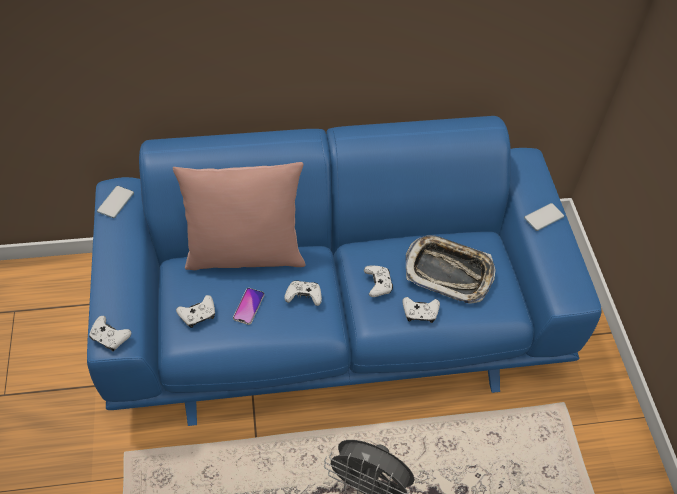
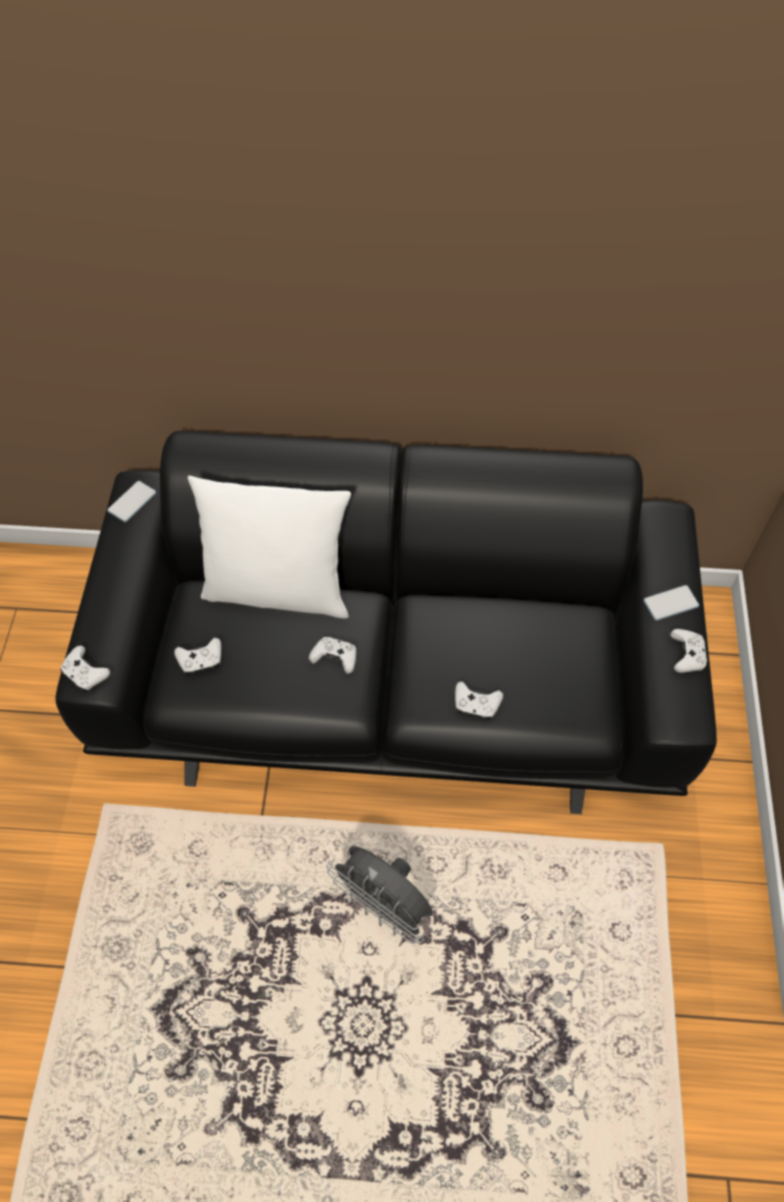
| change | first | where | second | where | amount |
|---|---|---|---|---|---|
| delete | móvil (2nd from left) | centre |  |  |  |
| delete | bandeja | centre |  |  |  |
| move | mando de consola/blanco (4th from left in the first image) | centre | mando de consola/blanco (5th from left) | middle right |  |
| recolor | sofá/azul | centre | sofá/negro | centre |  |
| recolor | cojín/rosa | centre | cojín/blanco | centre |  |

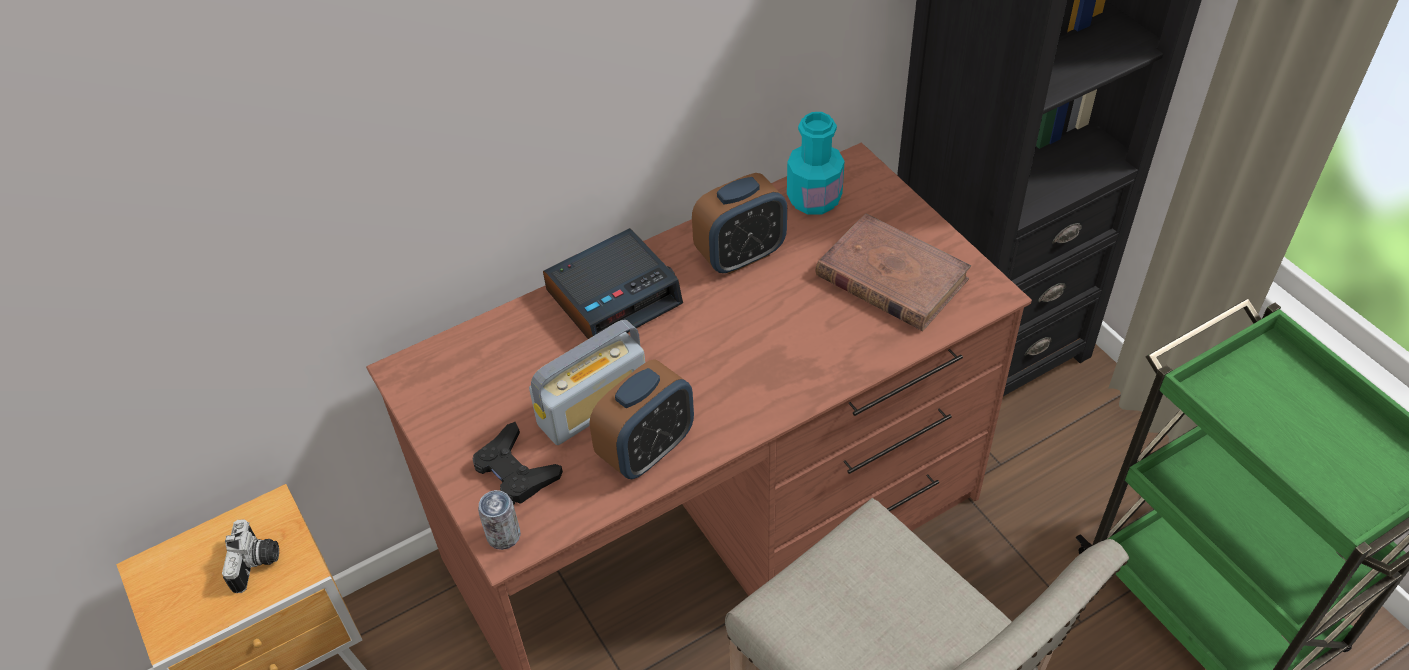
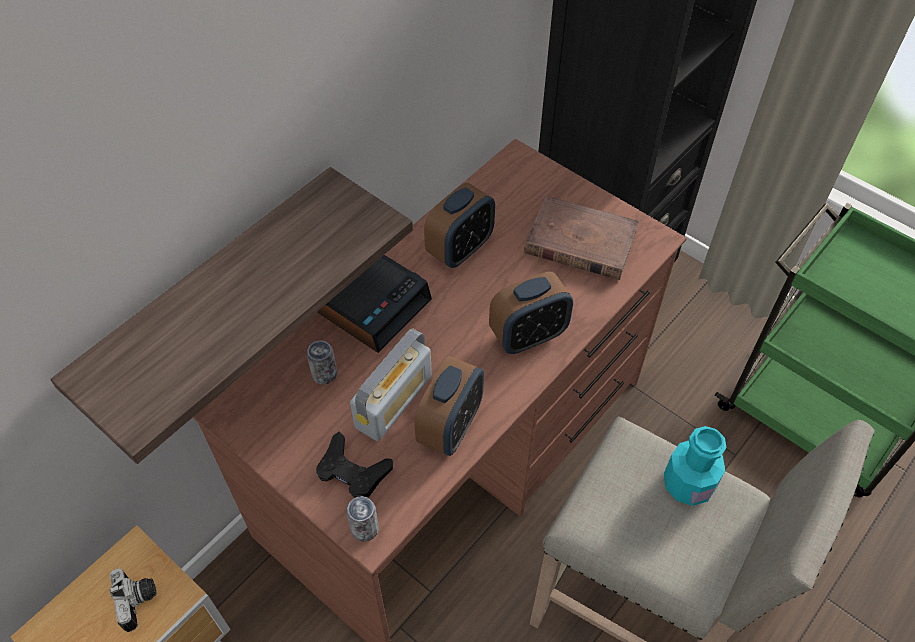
| change | first | where | second | where | amount |
|---|---|---|---|---|---|
| insert |  |  | estante | middle left |  |
| insert |  |  | lata (1st from left) | centre |  |
| insert |  |  | despertador (4th from left) | centre |  |
| move | botella/turquesa | top centre |  | bottom right |  |

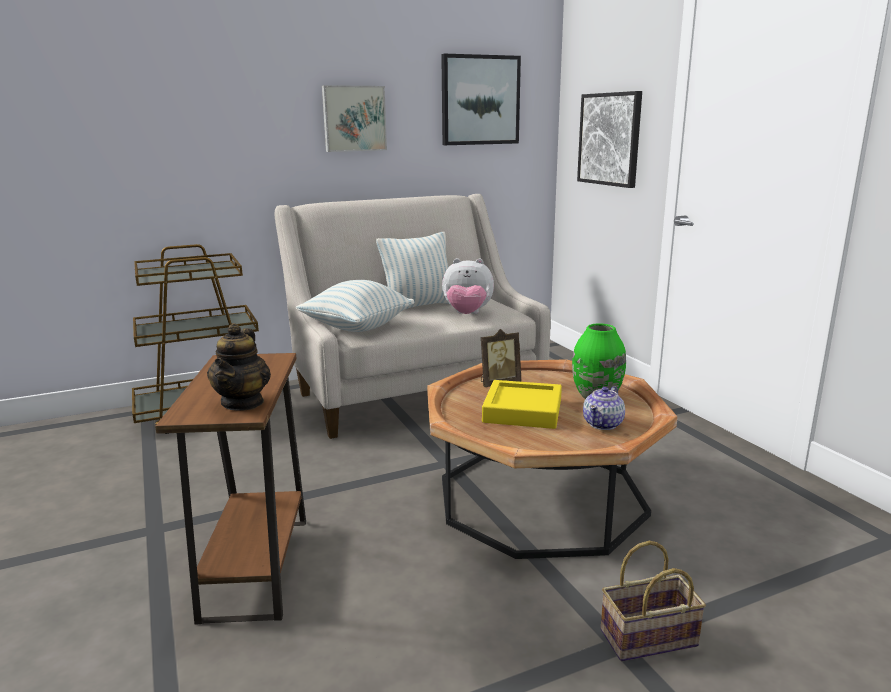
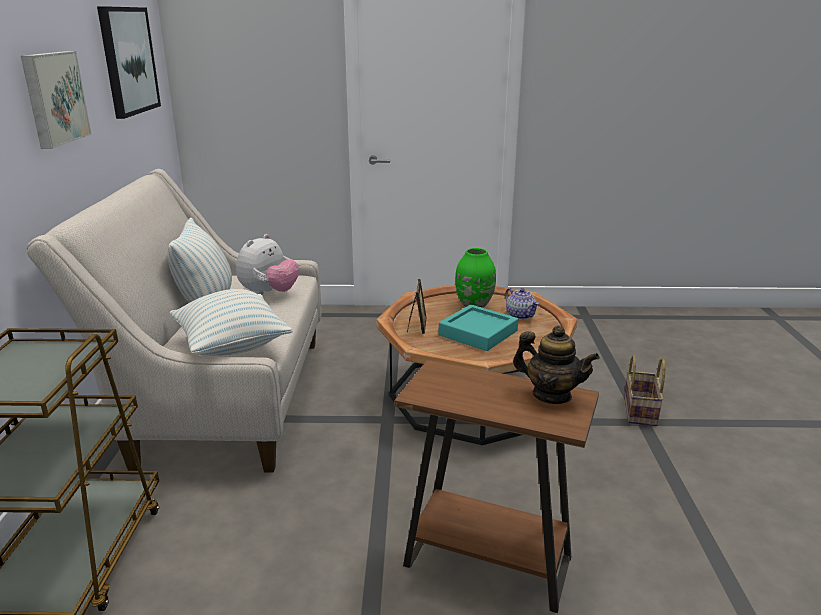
| change | first | where | second | where | amount |
|---|---|---|---|---|---|
| delete | cuadro (3rd from left) | top right |  |  |  |
| recolor | bandeja/amarillo | centre | bandeja/turquesa | centre |  |

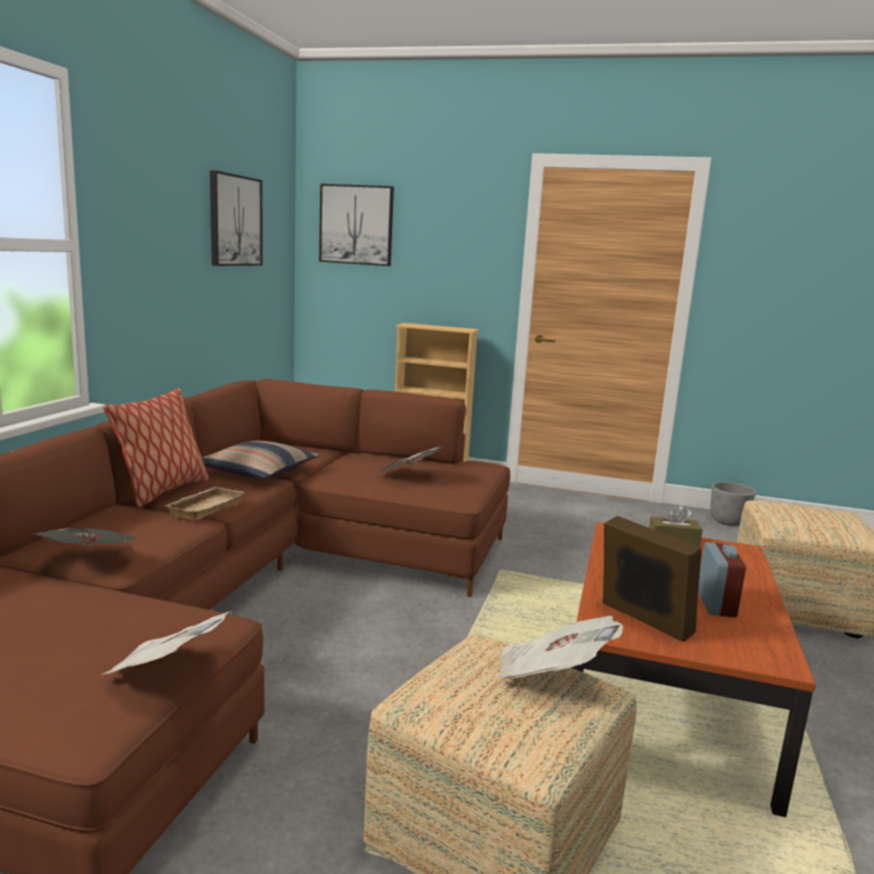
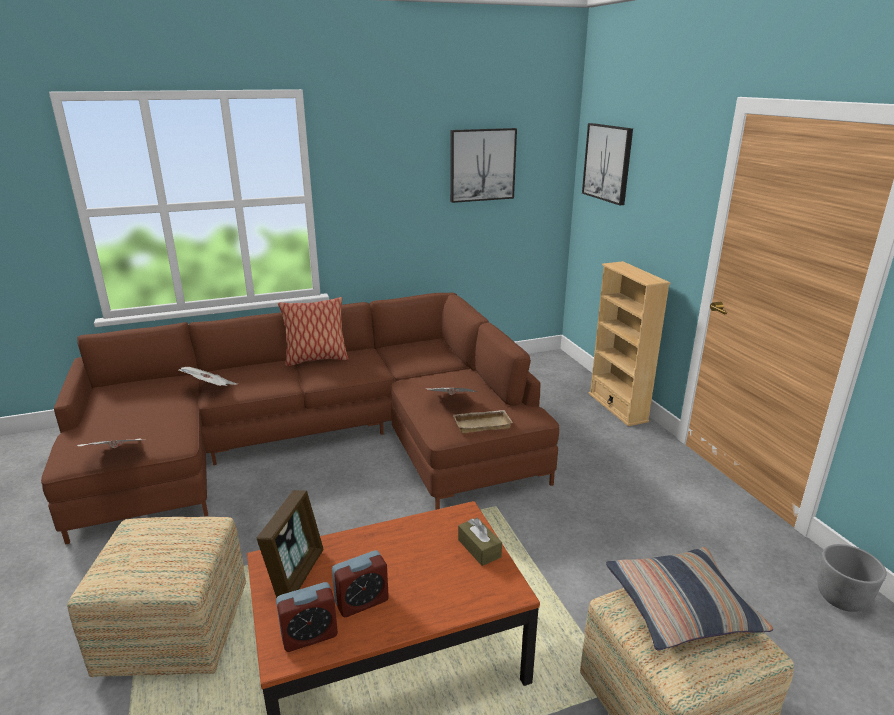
| change | first | where | second | where | amount |
|---|---|---|---|---|---|
| delete | periódico (4th from left) | bottom centre |  |  |  |
| insert |  |  | despertador (1st from left) | bottom centre |  |
| move | bandeja/beis | middle left |  | centre |  |
| move | cojín (2nd from left) | middle left |  | bottom right |  |

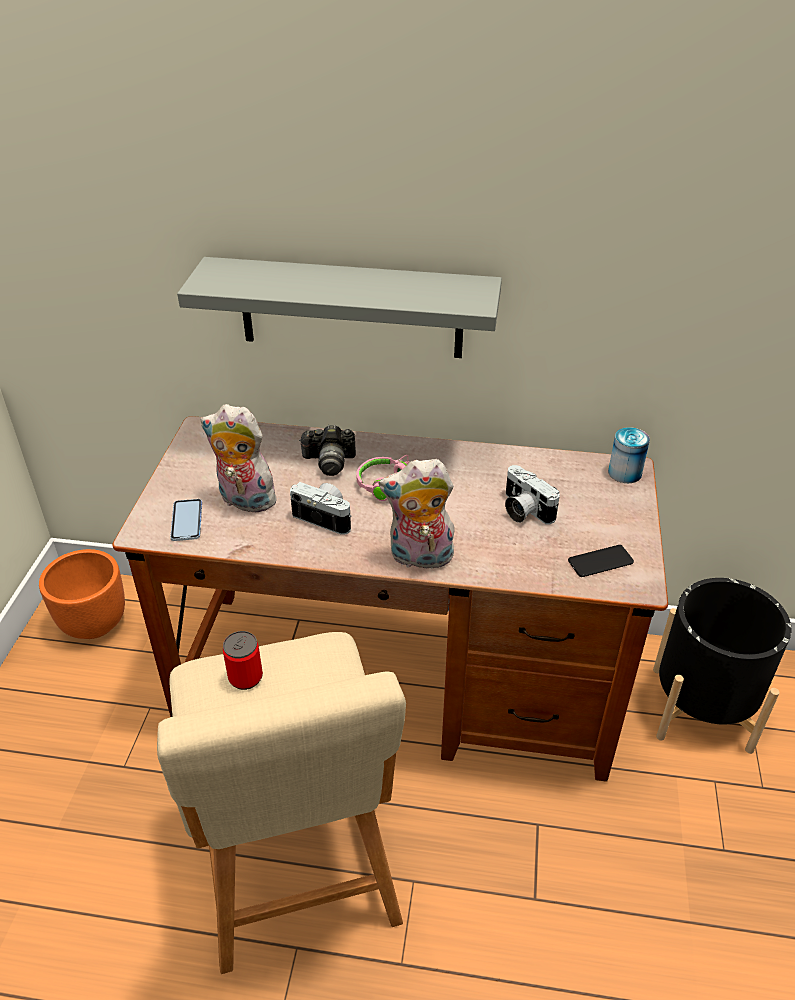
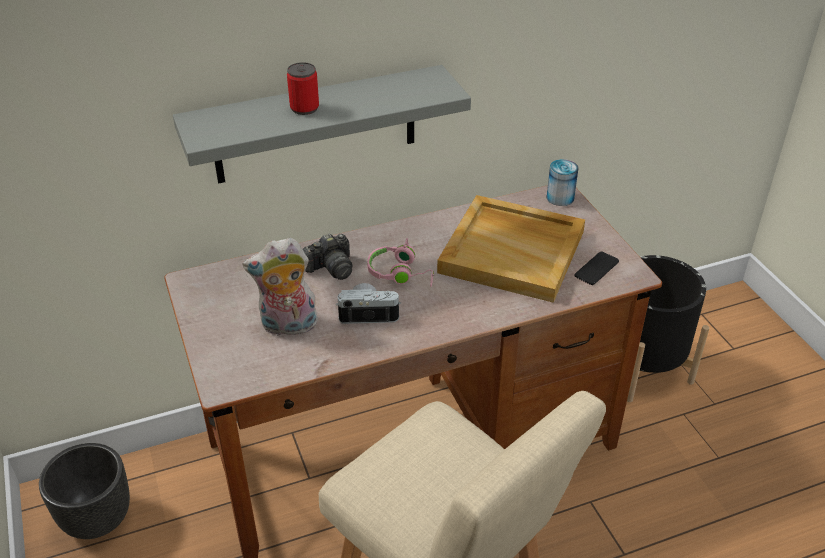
| change | first | where | second | where | amount |
|---|---|---|---|---|---|
| delete | móvil (1st from left) | middle left |  |  |  |
| delete | peluche (2nd from left) | centre |  |  |  |
| move | lata (1st from left) | middle left |  | top centre |  |
| replace | cámara (3rd from left) | middle right | bandeja/beis | centre |  |
| recolor | maceta/naranja | middle left | maceta/negro (1st from left) | bottom left |  |

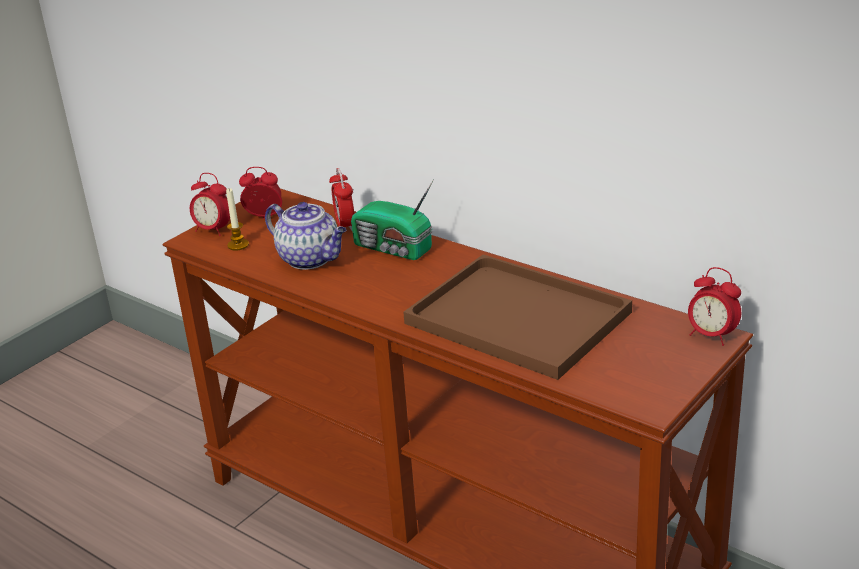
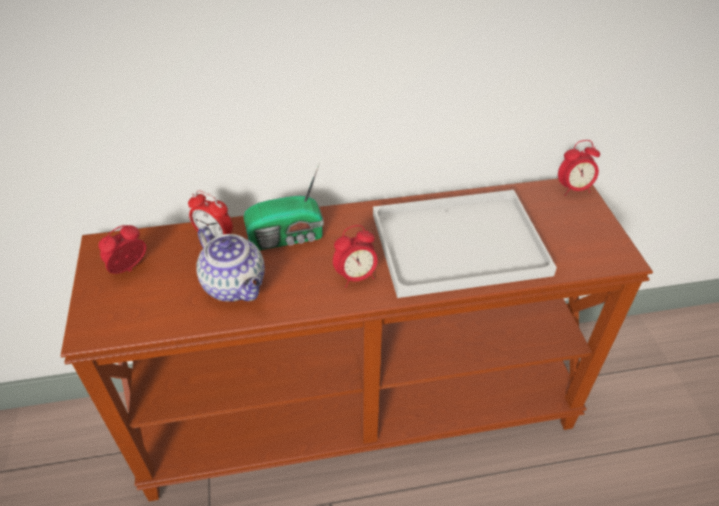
| change | first | where | second | where | amount |
|---|---|---|---|---|---|
| delete | vela | middle left |  |  |  |
| move | despertador (1st from left in the first image) | middle left | despertador (3rd from left) | centre |  |
| recolor | bandeja/marrón | centre | bandeja/blanco | centre |  |
| rotate | tetera | centre |  | middle left | 60 degrees clockwise |

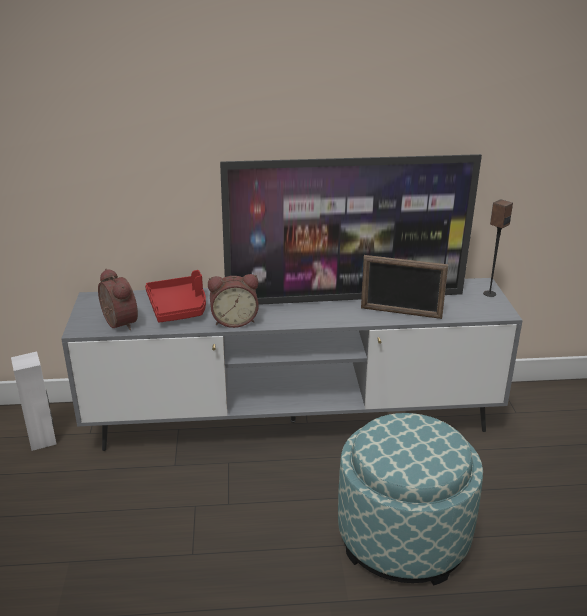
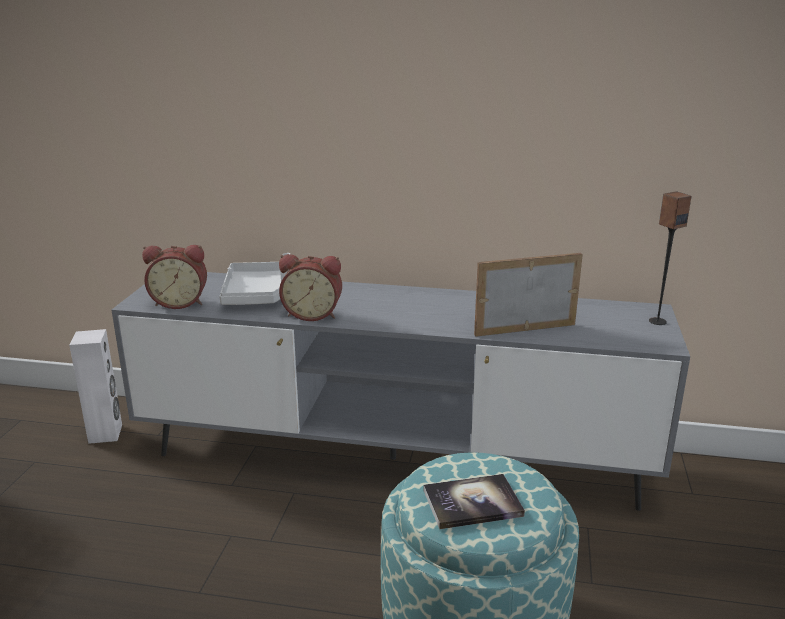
| change | first | where | second | where | amount |
|---|---|---|---|---|---|
| delete | televisor | centre |  |  |  |
| insert |  |  | libro | bottom centre |  |
| recolor | bandeja/rojo | middle left | bandeja/gris | middle left |  |
| rotate | despertador (1st from left) | middle left |  | middle left | 105 degrees clockwise |
| rotate | portarretratos | middle right |  | middle right | 135 degrees clockwise |

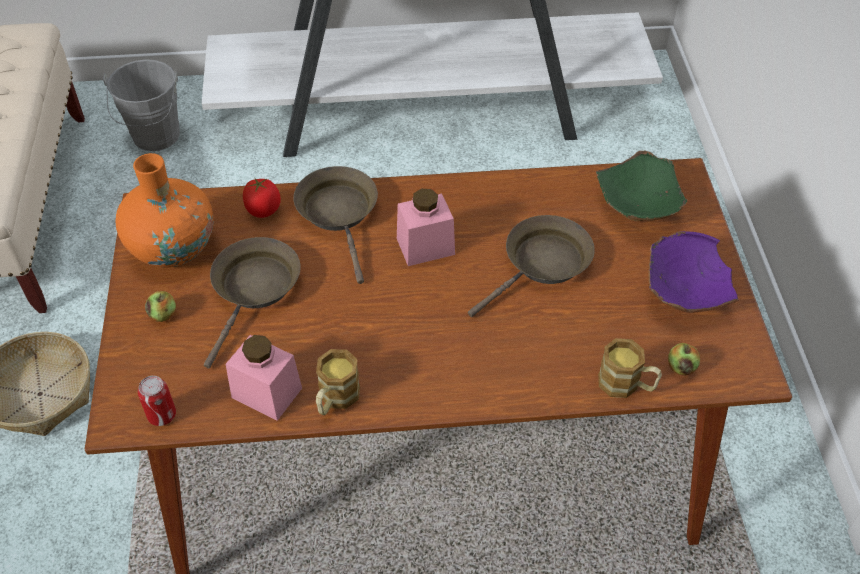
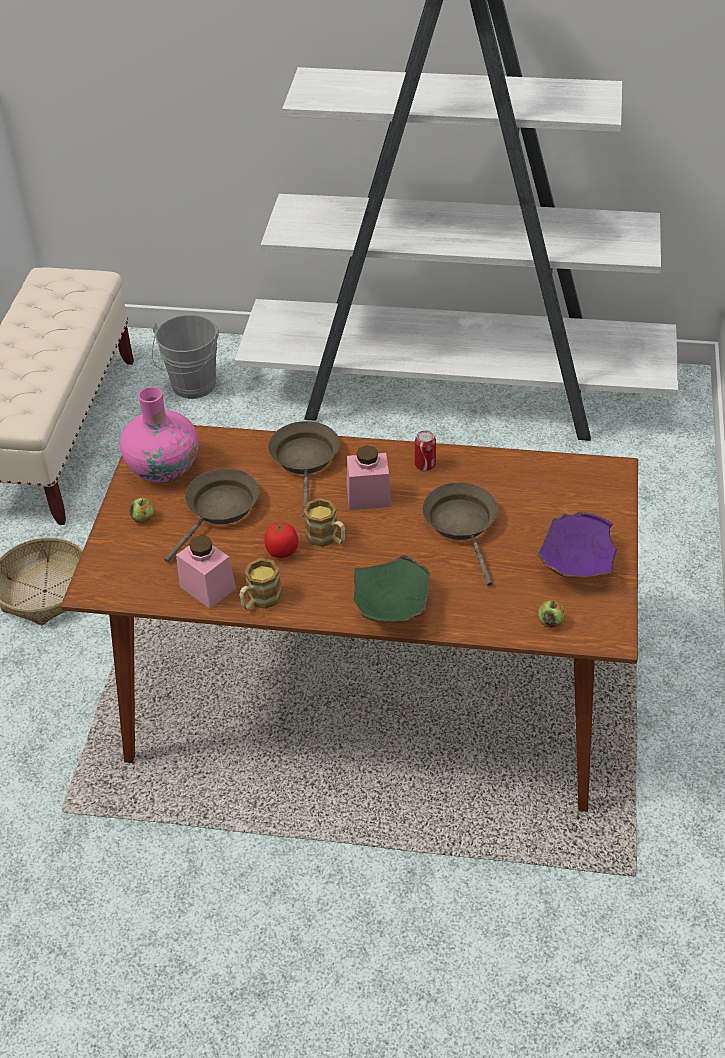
| change | first | where | second | where | amount |
|---|---|---|---|---|---|
| move | lata | bottom left |  | centre |  |
| move | tomate | middle left |  | centre |  |
| move | cuenco/verde | top right |  | centre |  |
| move | taza grande (2nd from left) | middle right |  | centre |  |
| recolor | florero/naranja | middle left | florero/rosa | middle left |  |
| rotate | sartén/marrón (3rd from left) | centre |  | centre | 75 degrees counterclockwise |

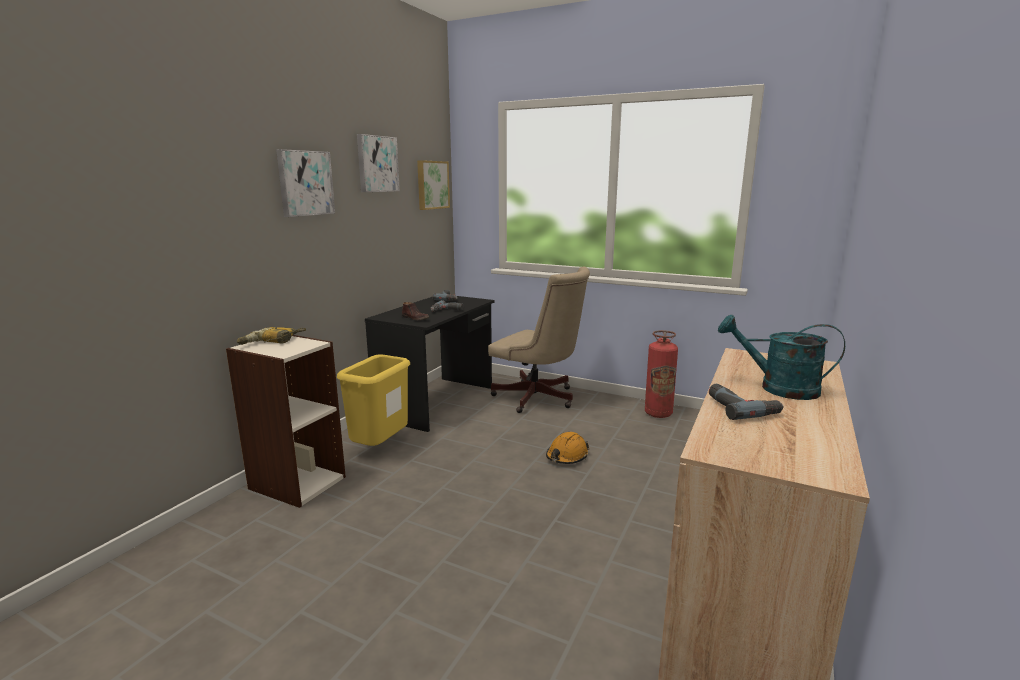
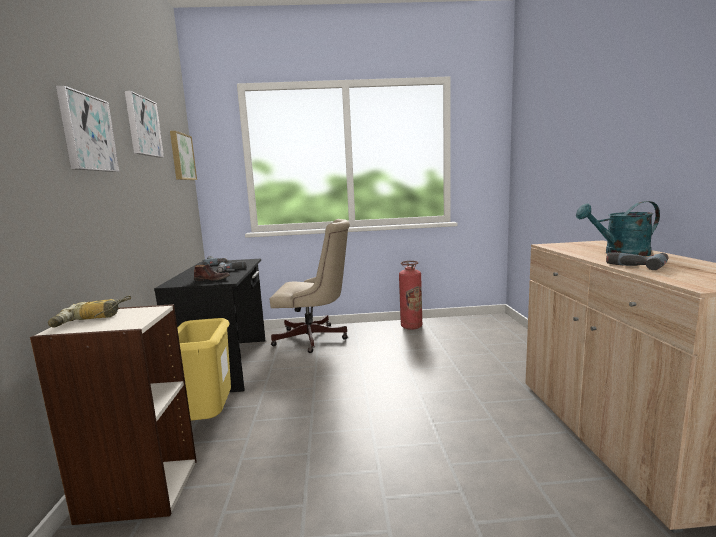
| change | first | where | second | where | amount |
|---|---|---|---|---|---|
| delete | casco/naranja | centre |  |  |  |

